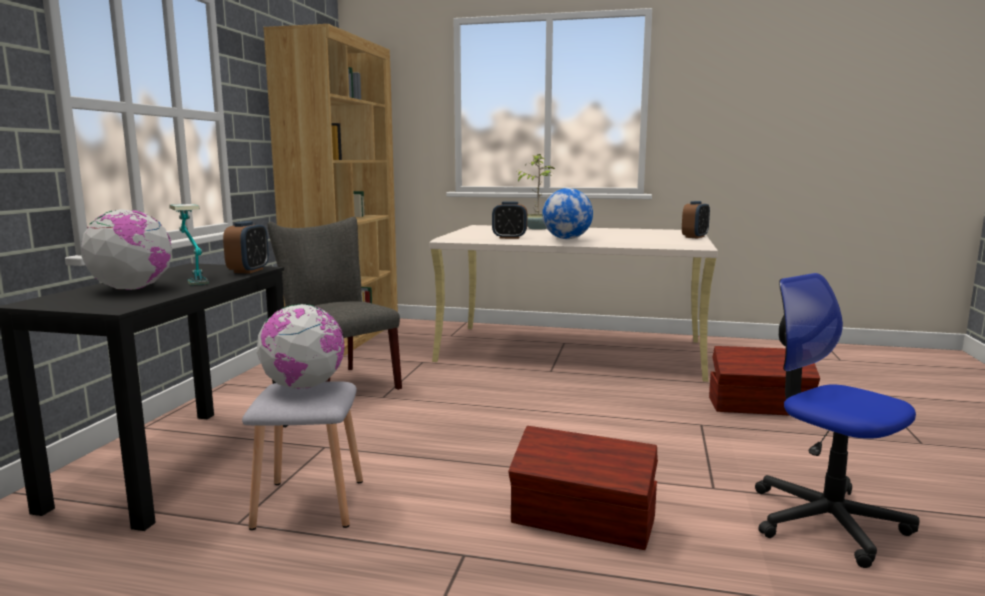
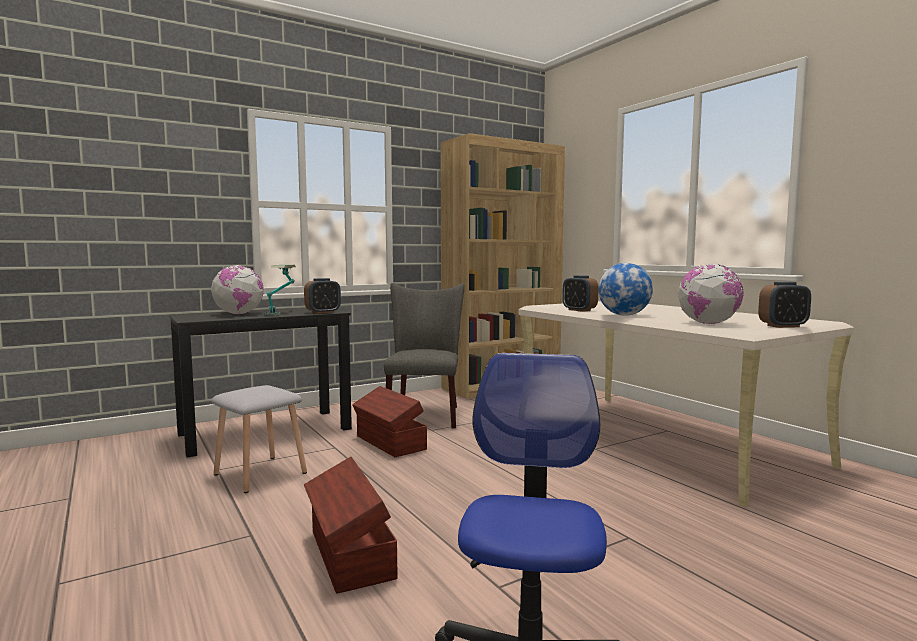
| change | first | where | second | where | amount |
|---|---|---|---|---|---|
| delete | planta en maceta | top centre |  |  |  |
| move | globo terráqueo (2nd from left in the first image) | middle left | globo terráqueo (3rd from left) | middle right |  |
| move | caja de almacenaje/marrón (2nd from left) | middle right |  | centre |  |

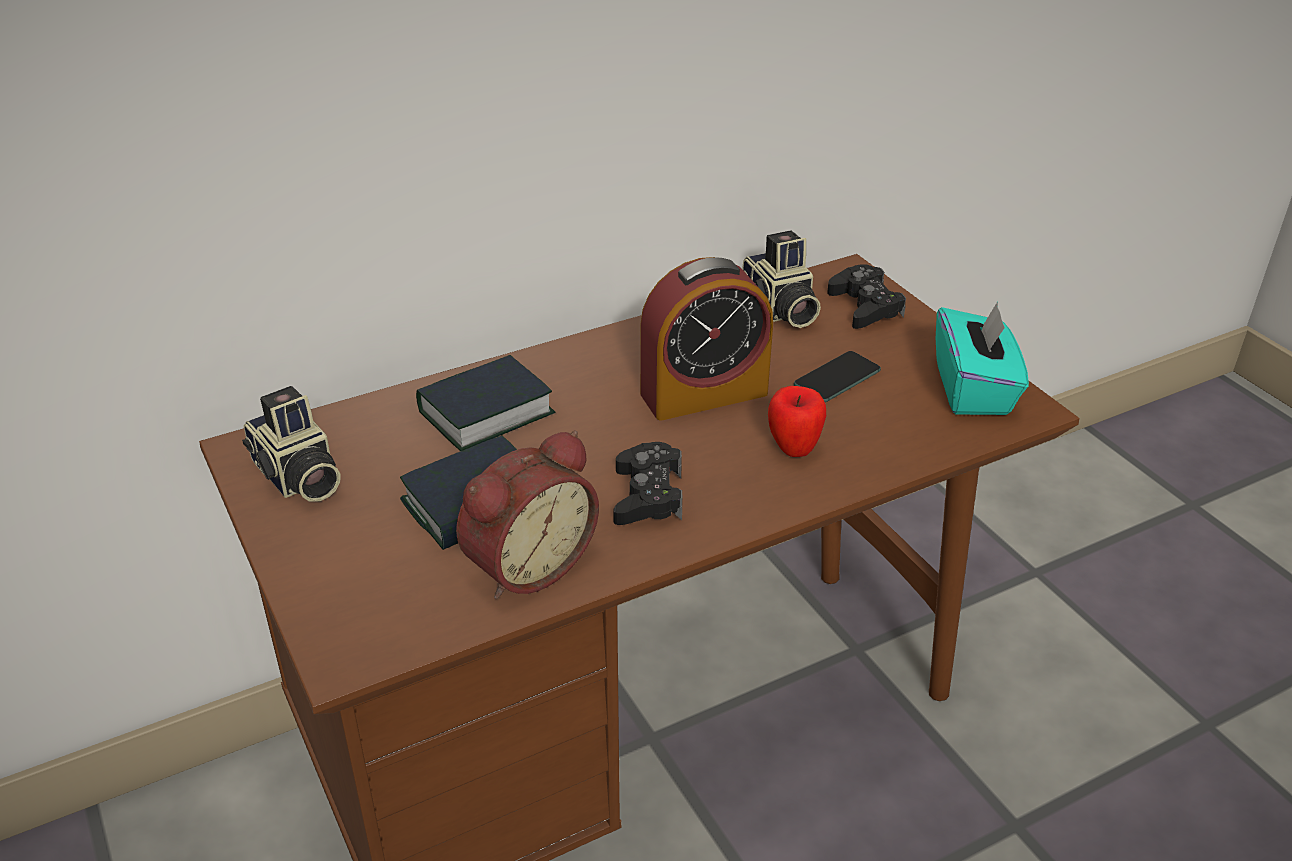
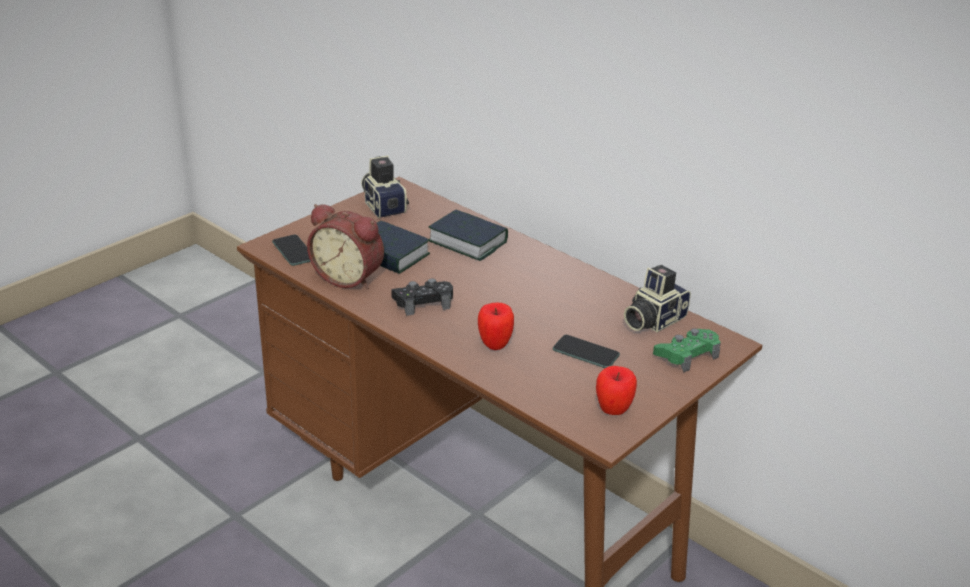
| change | first | where | second | where | amount |
|---|---|---|---|---|---|
| delete | despertador (2nd from left) | centre |  |  |  |
| insert |  |  | móvil (1st from left) | middle left |  |
| replace | caja de pañuelos/turquesa | middle right | manzana (2nd from left) | centre |  |
| recolor | mando de consola/negro (2nd from left) | middle right | mando de consola/verde | middle right |  |
| rotate | cámara (1st from left) | middle left |  | top centre | 120 degrees clockwise |

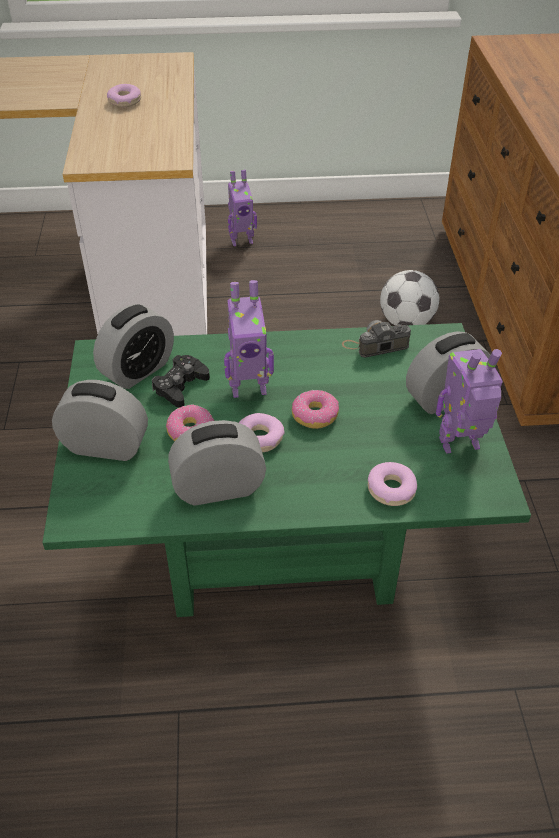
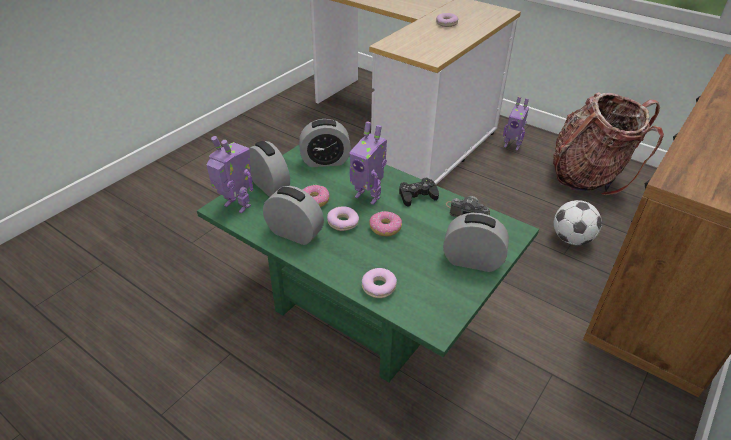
| change | first | where | second | where | amount |
|---|---|---|---|---|---|
| insert |  |  | mochila | top right |  |
| move | mando de consola/negro | middle left |  | centre |  |
| move | robot de juguete (3rd from left in the first image) | middle right | robot de juguete (1st from left) | middle left |  |

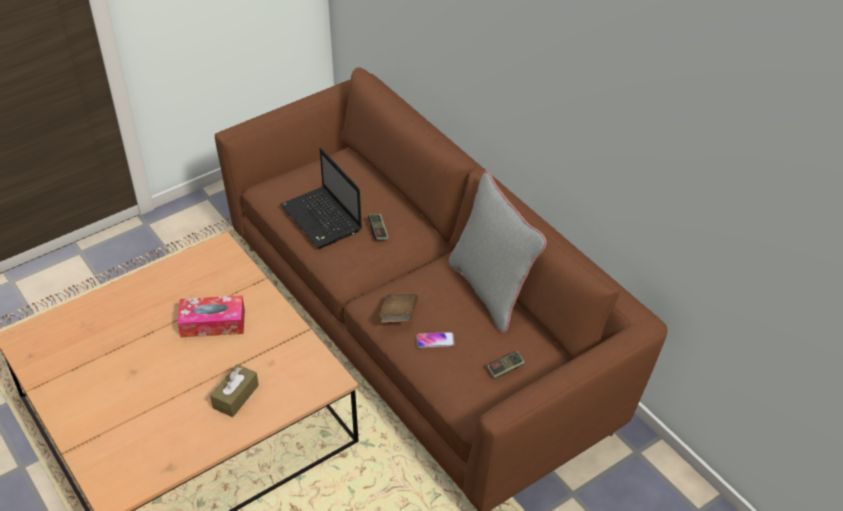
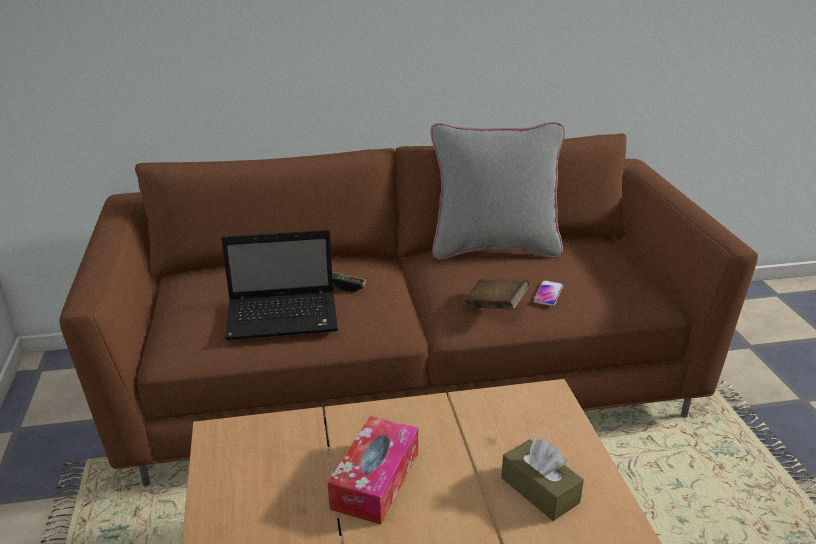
| change | first | where | second | where | amount |
|---|---|---|---|---|---|
| delete | mando de consola (2nd from left) | bottom centre |  |  |  |

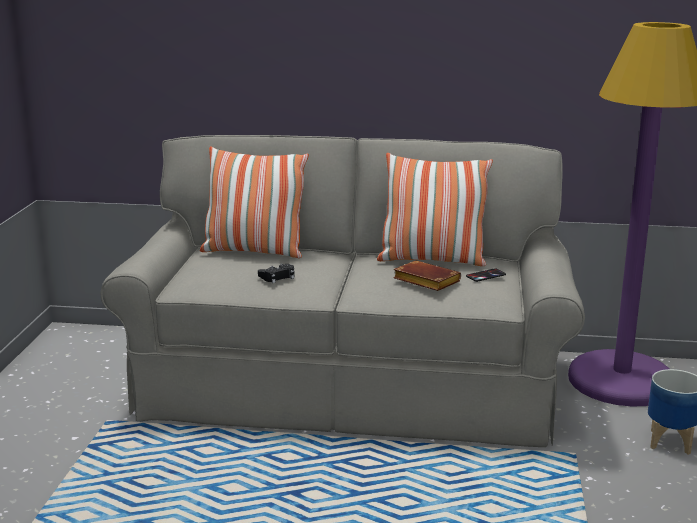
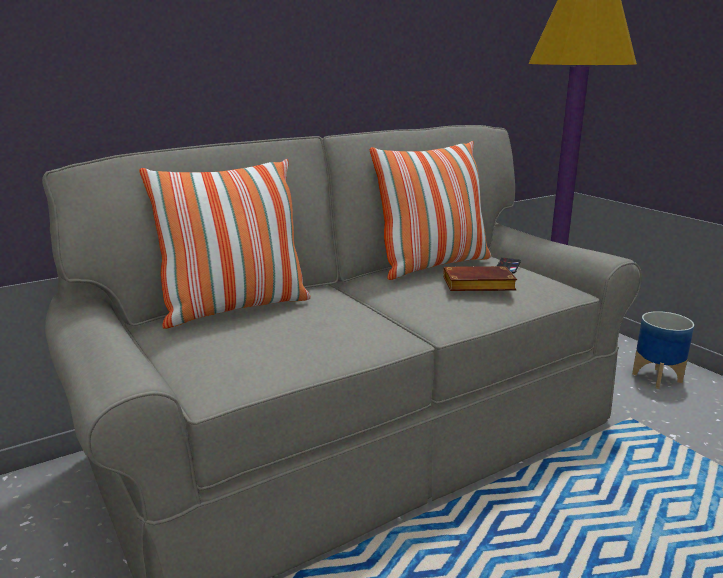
| change | first | where | second | where | amount |
|---|---|---|---|---|---|
| delete | mando de consola/negro | centre |  |  |  |

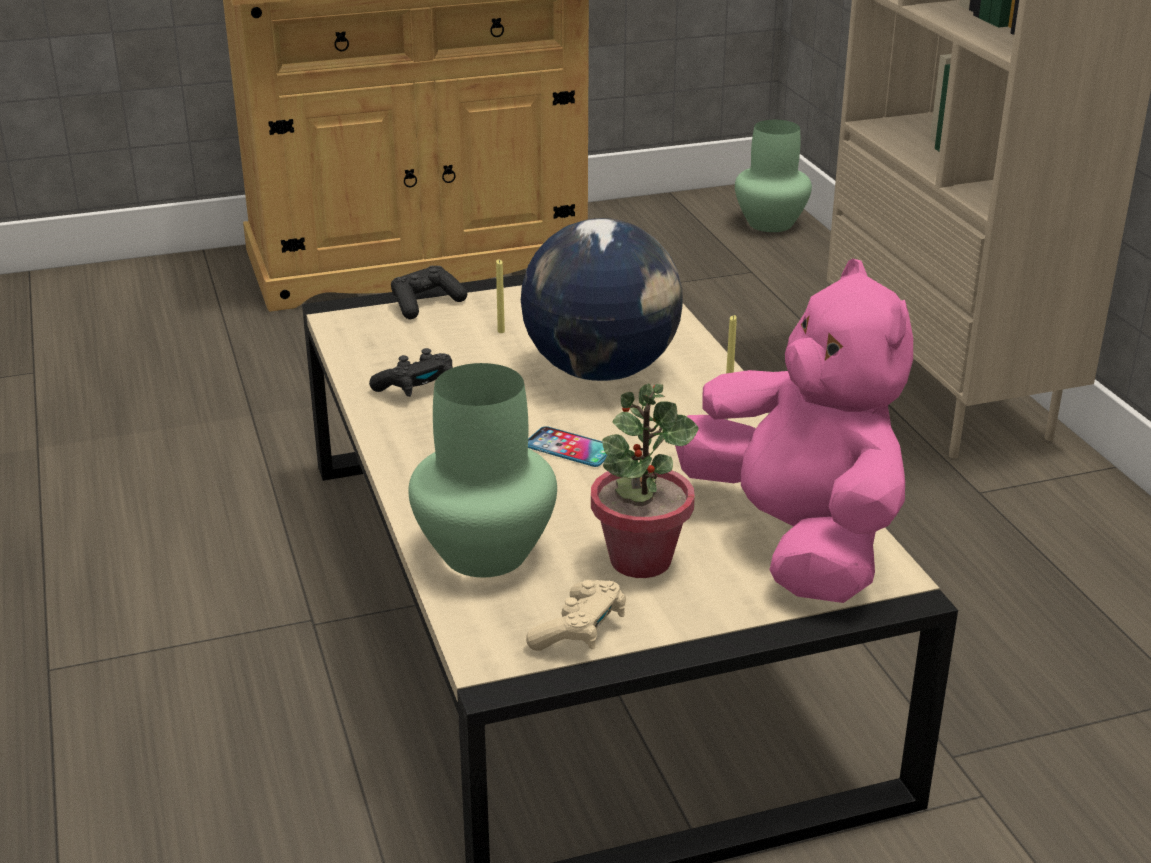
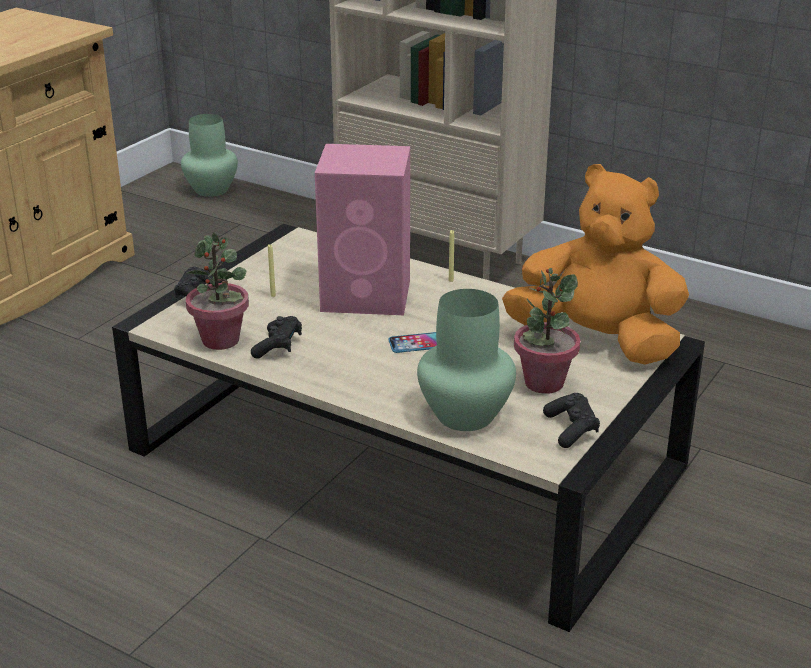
| change | first | where | second | where | amount |
|---|---|---|---|---|---|
| insert |  |  | planta en maceta (1st from left) | middle left |  |
| replace | globo terráqueo | centre | altavoz/rosa | centre |  |
| recolor | mando de consola/beis | bottom centre | mando de consola/negro (3rd from left) | middle right |  |
| recolor | peluche/rosa | middle right | peluche/naranja | middle right |  |

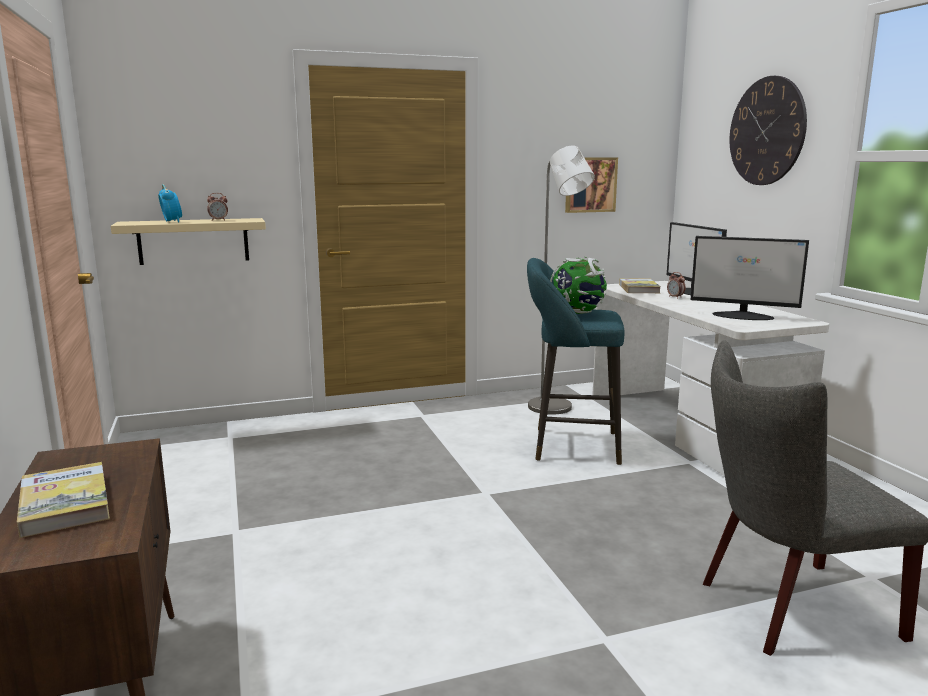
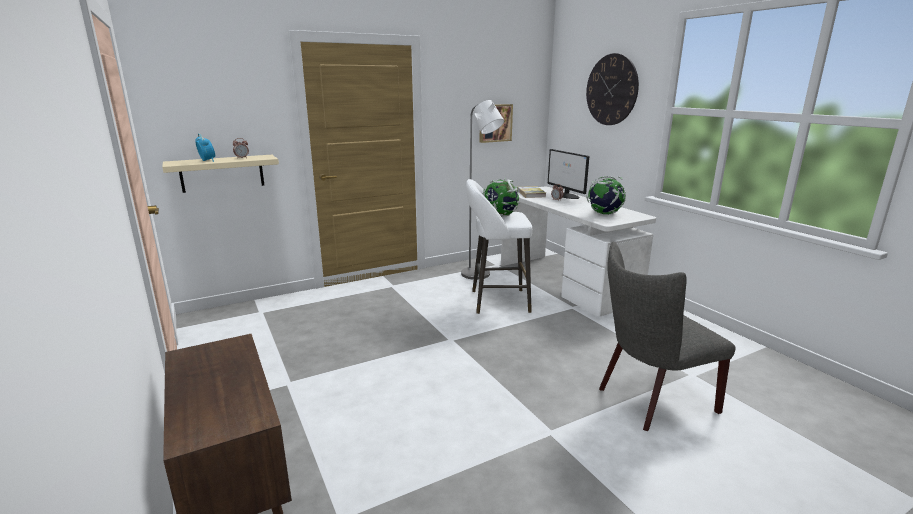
| change | first | where | second | where | amount |
|---|---|---|---|---|---|
| delete | libro (1st from left) | bottom left |  |  |  |
| replace | monitor (2nd from left) | middle right | globo terráqueo (2nd from left) | centre |  |
| recolor | taburete/turquesa | centre | taburete/blanco | centre |  |

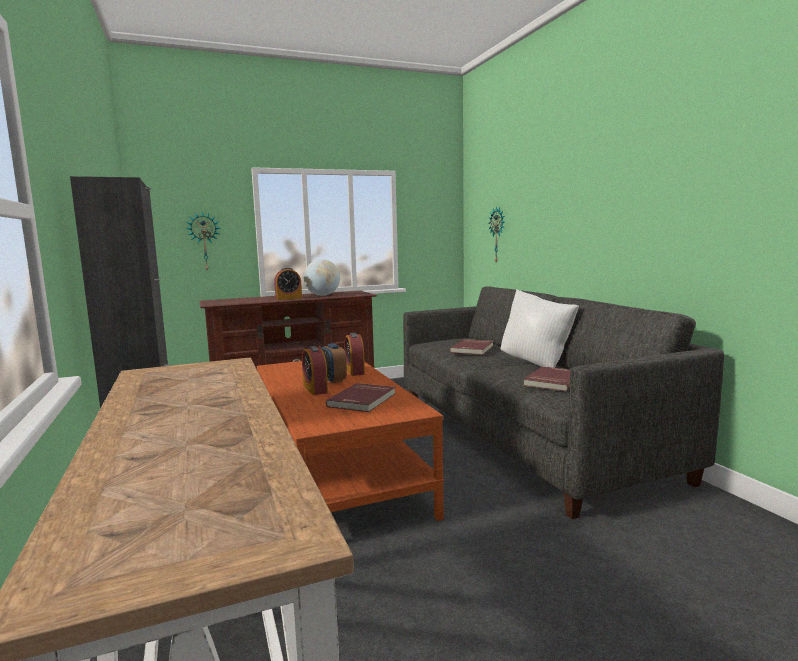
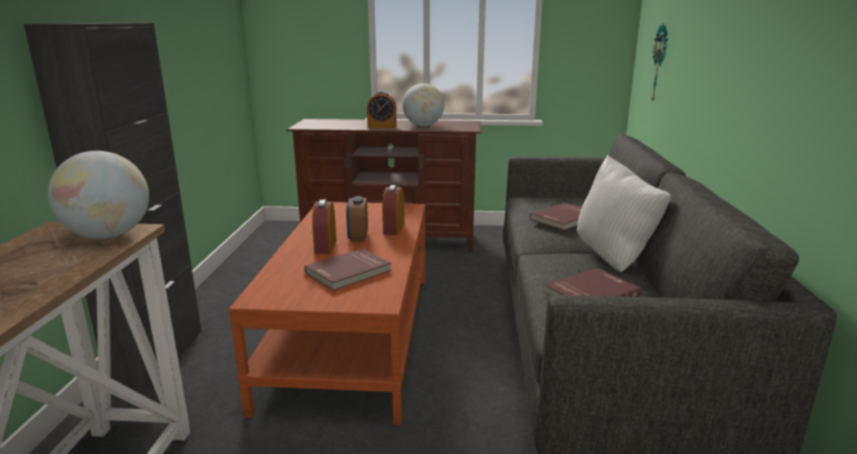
| change | first | where | second | where | amount |
|---|---|---|---|---|---|
| delete | reloj de pared (1st from left) | middle left |  |  |  |
| insert |  |  | globo terráqueo (1st from left) | middle left |  |

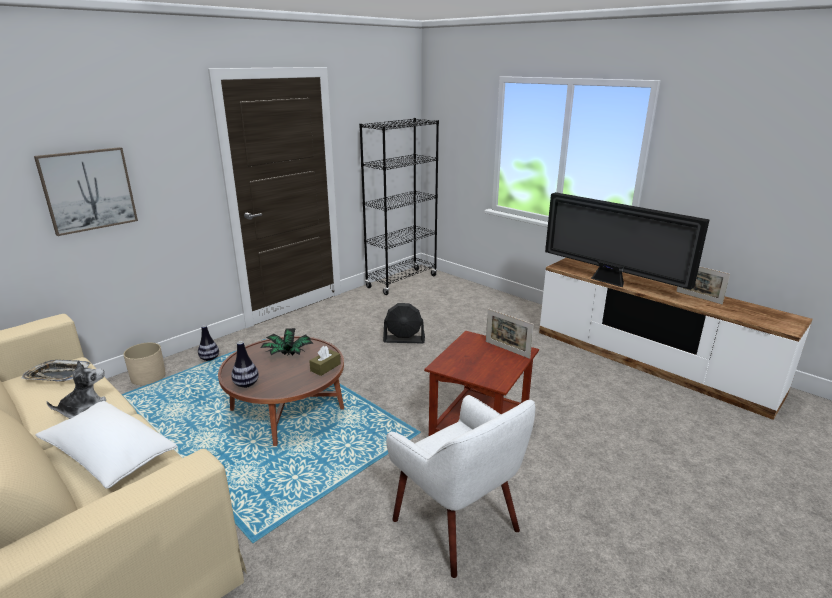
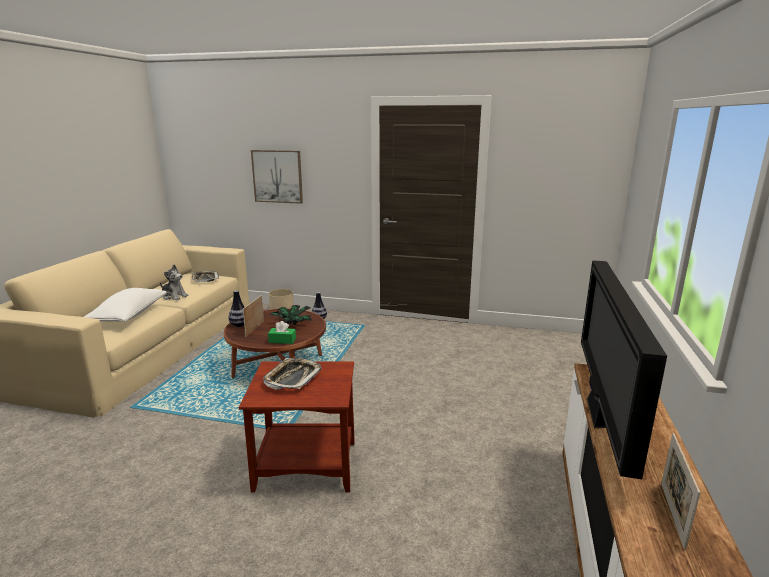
| change | first | where | second | where | amount |
|---|---|---|---|---|---|
| delete | estantería/negro | centre |  |  |  |
| delete | ventilador/negro | centre |  |  |  |
| delete | sillón/blanco | bottom centre |  |  |  |
| insert |  |  | bandeja (2nd from left) | centre |  |
| move | portarretratos (1st from left) | centre |  | middle left |  |
| recolor | caja de pañuelos/marrón | centre | caja de pañuelos/verde | centre |  |

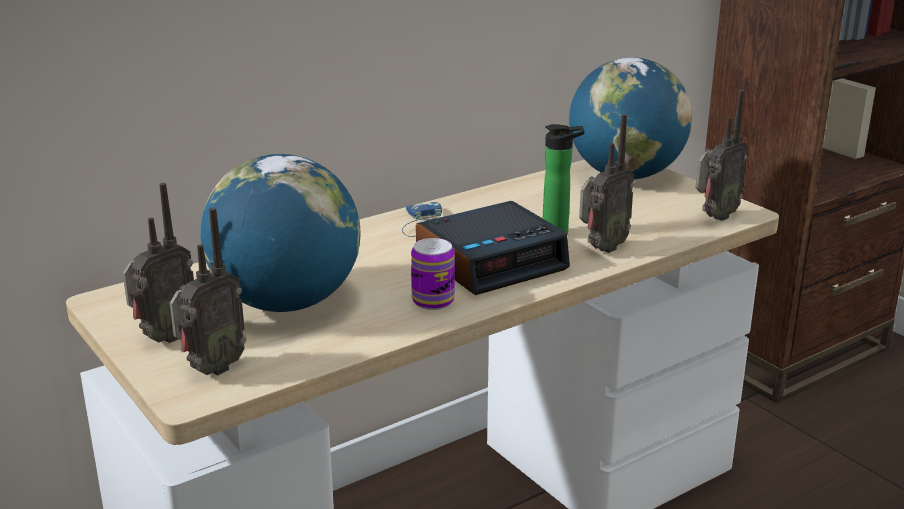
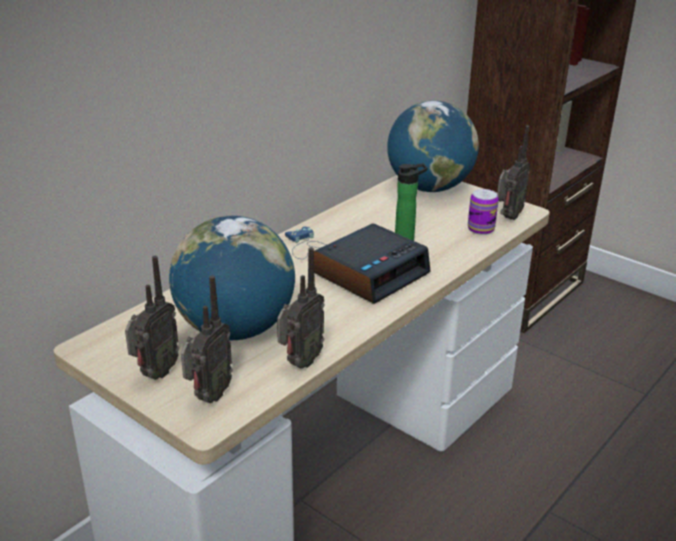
| change | first | where | second | where | amount |
|---|---|---|---|---|---|
| move | lata | centre |  | middle right |  |
| move | radio (3rd from left) | middle right |  | centre |  |

